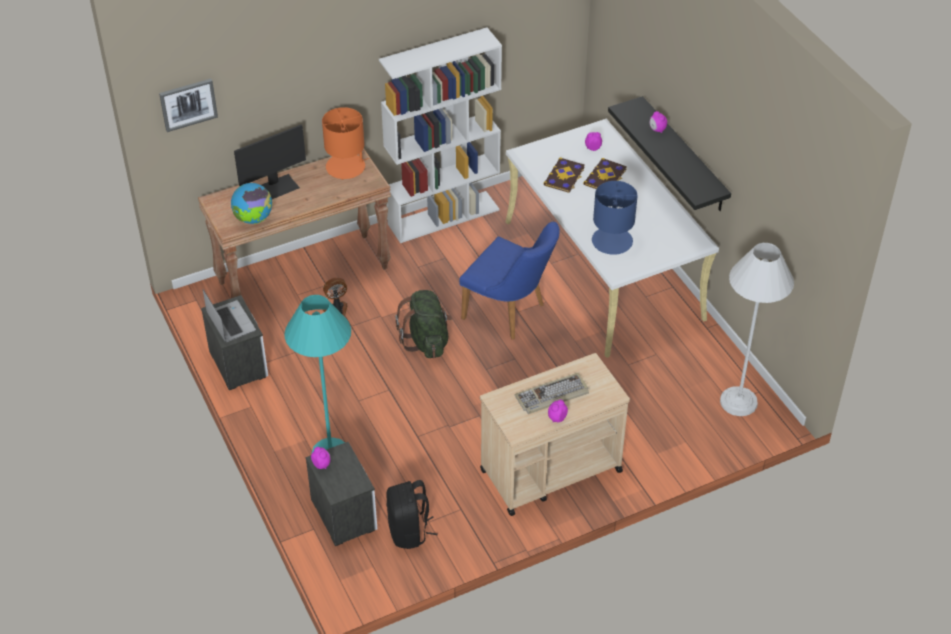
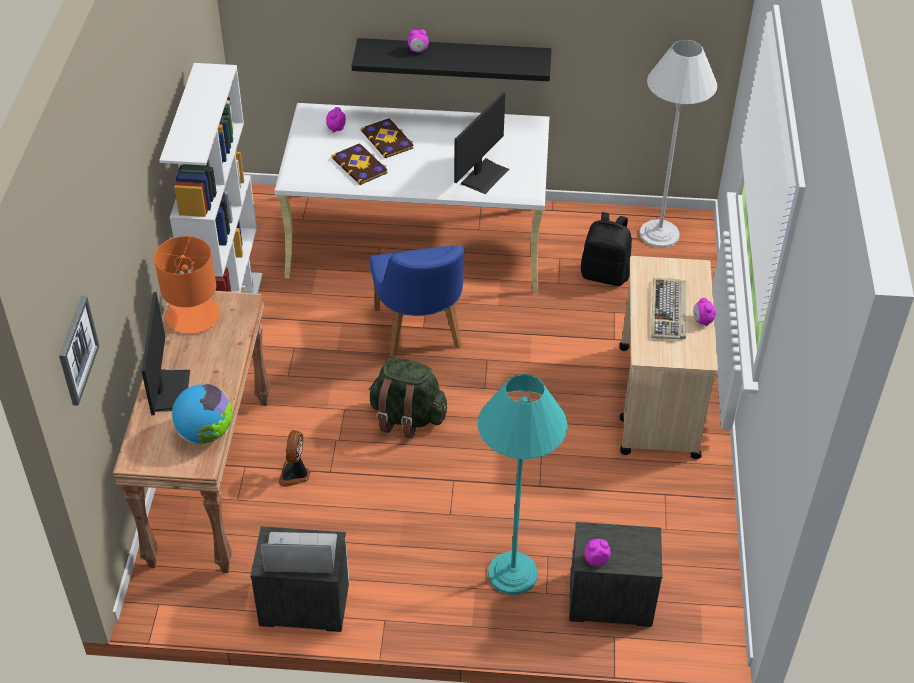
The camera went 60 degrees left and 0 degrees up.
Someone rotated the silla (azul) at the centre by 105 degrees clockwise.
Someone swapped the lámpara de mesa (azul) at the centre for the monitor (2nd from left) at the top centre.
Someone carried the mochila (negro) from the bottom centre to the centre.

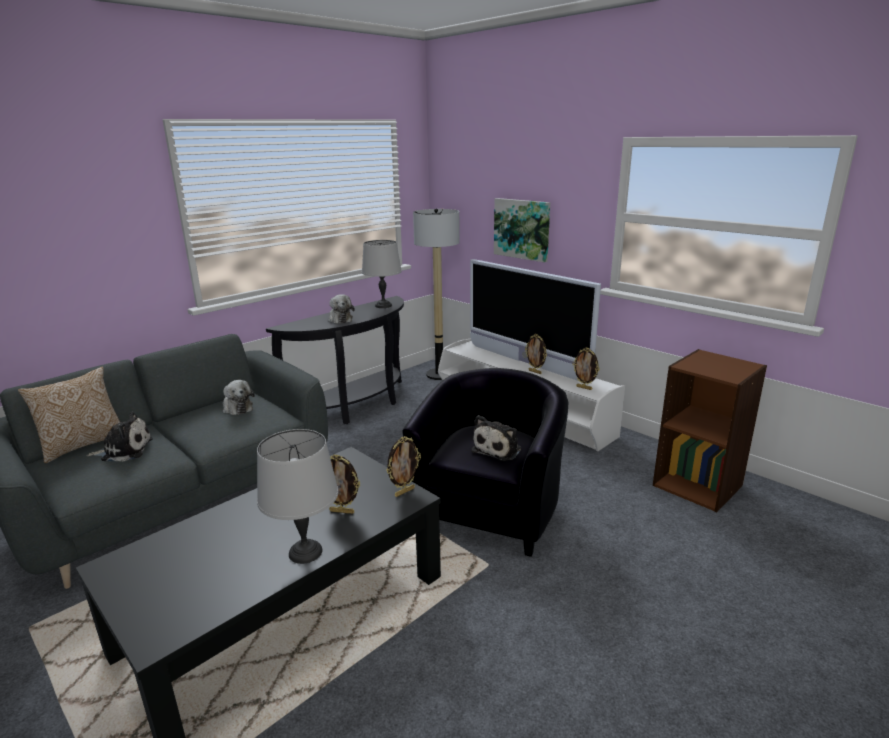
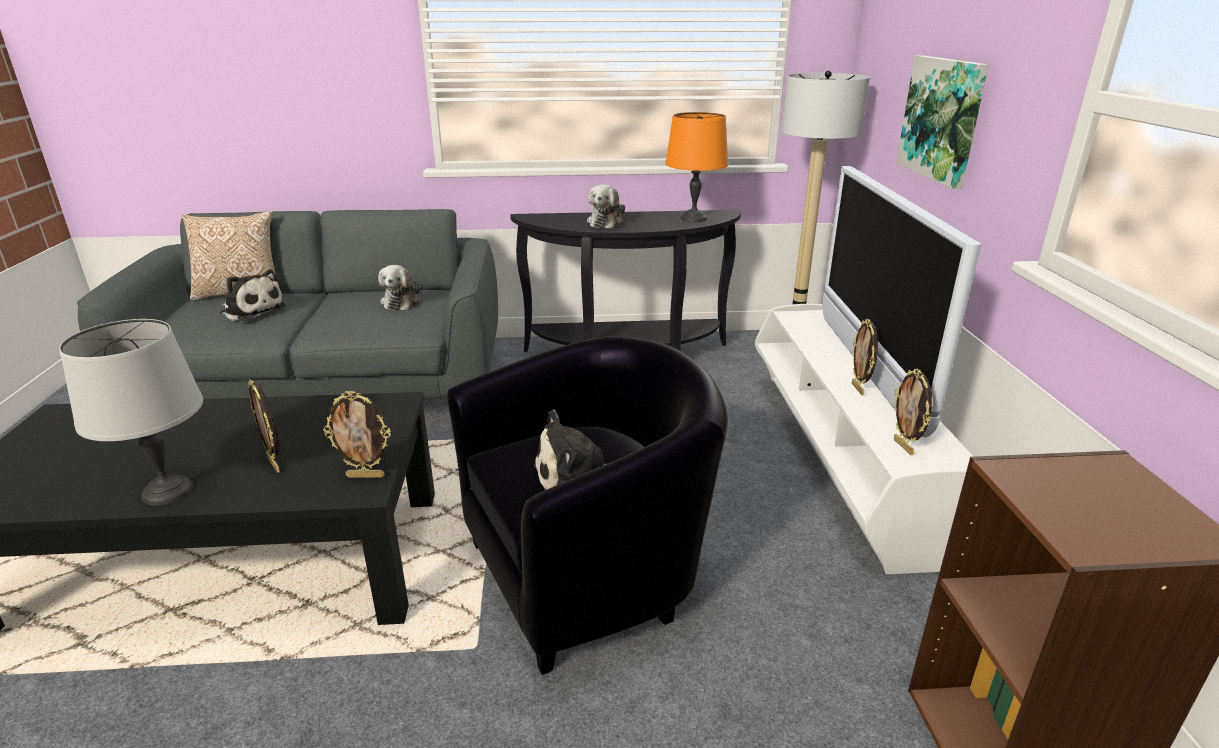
The camera went 40 degrees right and 5 degrees up.
Someone repainted the lámpara de mesa (gris) (2nd from left) at the centre, which became the lámpara de mesa (naranja) at the top centre.

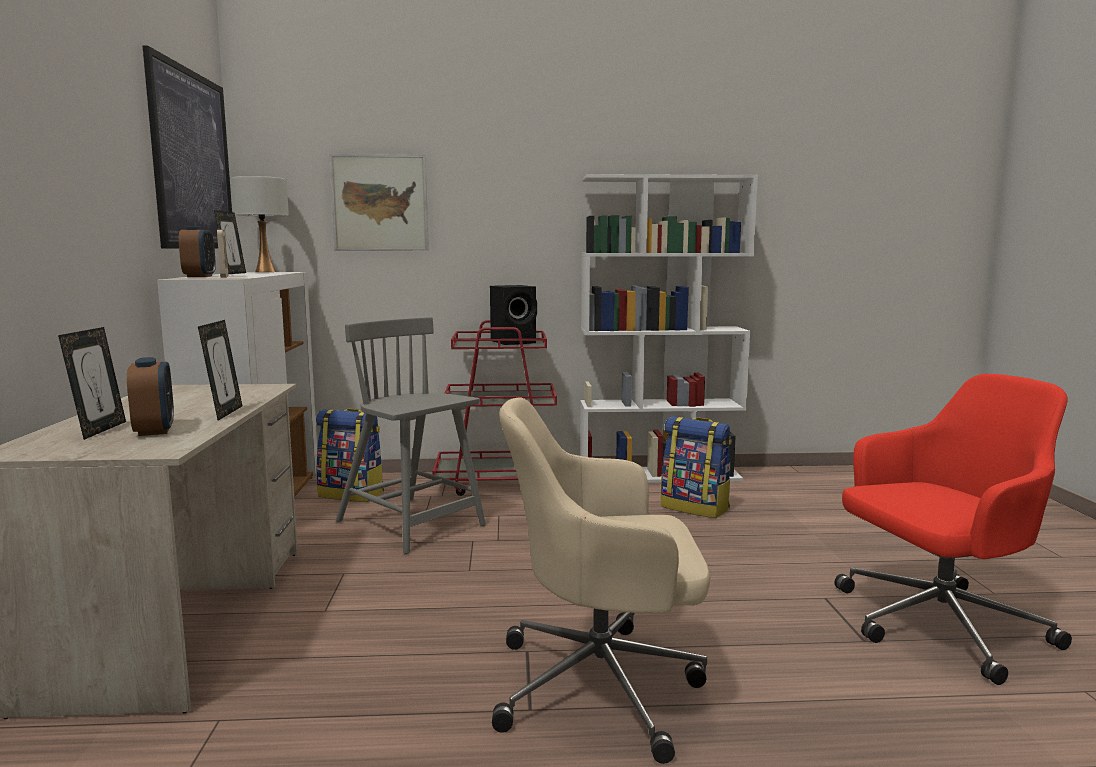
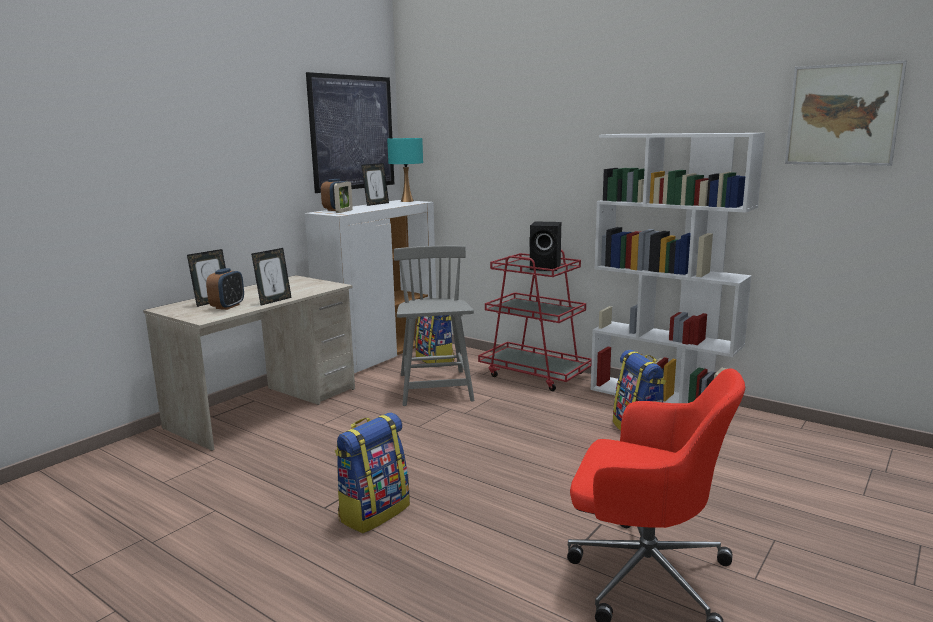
The camera went 40 degrees right and 5 degrees up.
Someone swapped the silla de oficina (beis) at the bottom centre for the mochila (1st from left) at the bottom centre.
Someone repainted the lámpara de mesa (blanco) at the top left, which became the lámpara de mesa (turquesa) at the top centre.
Someone carried the cuadro (2nd from left) from the top centre to the top right.

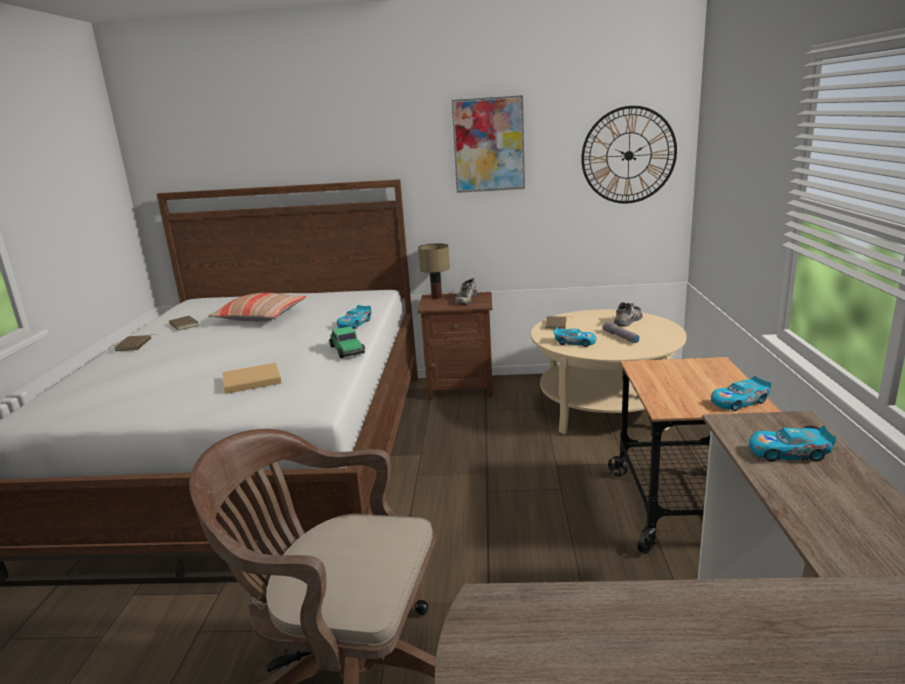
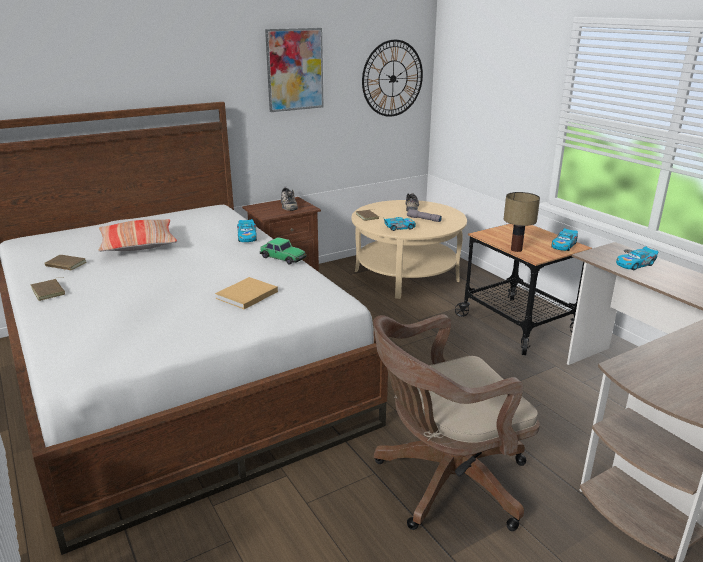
The camera went 35 degrees left and 5 degrees up.
Someone carried the lámpara de mesa from the centre to the middle right.

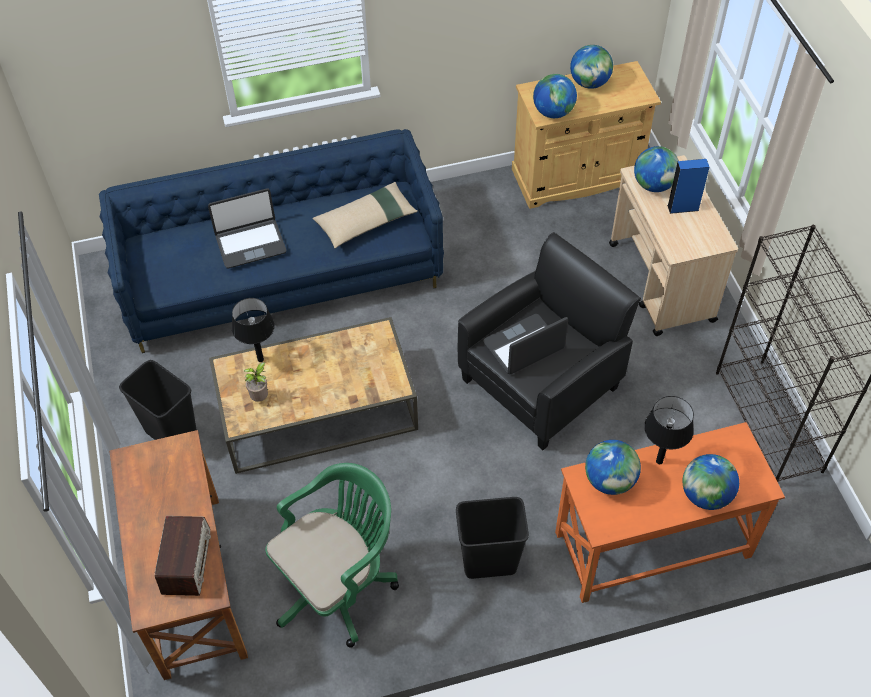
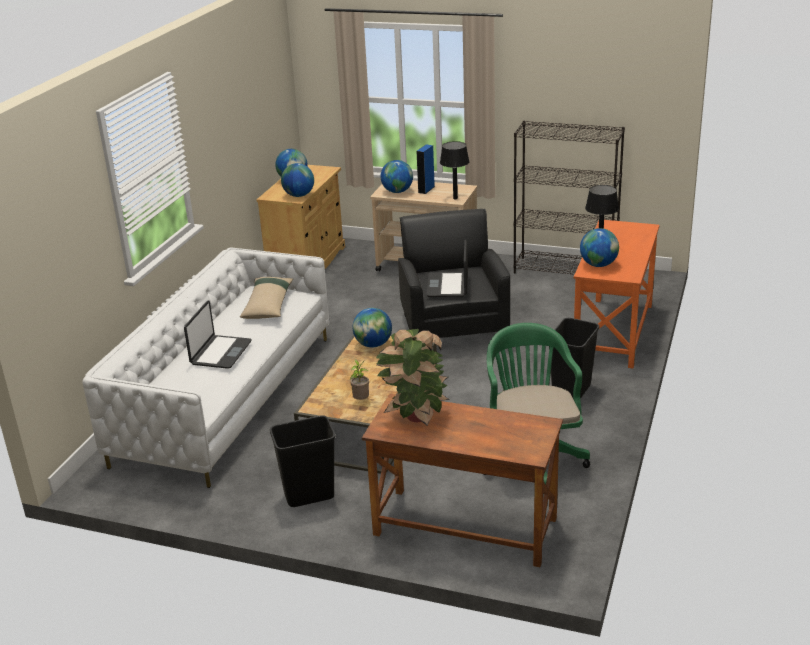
The camera went 55 degrees left and 25 degrees down.
Someone repainted the sofá (azul) at the middle left, which became the sofá (blanco) at the middle left.
Someone carried the globo terráqueo (5th from left in the first image) from the bottom right to the centre.
Someone put down the planta en maceta (2nd from left) at the centre.
Someone carried the lámpara de mesa (negro) (1st from left) from the middle left to the top centre.
Someone took away the radio at the bottom left.

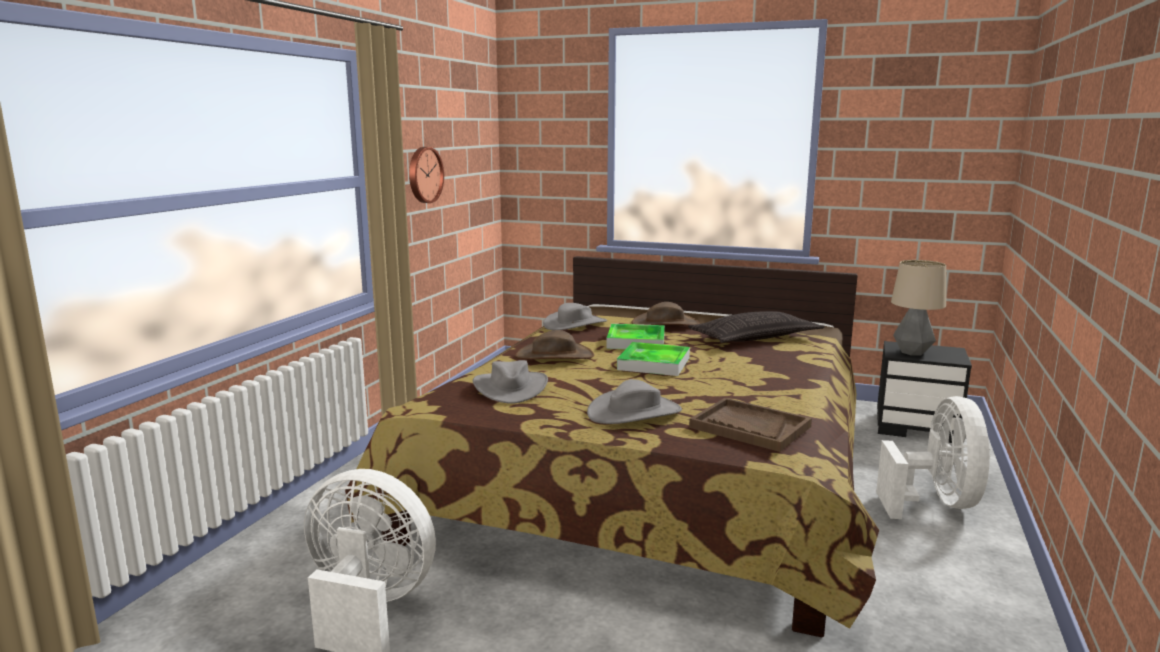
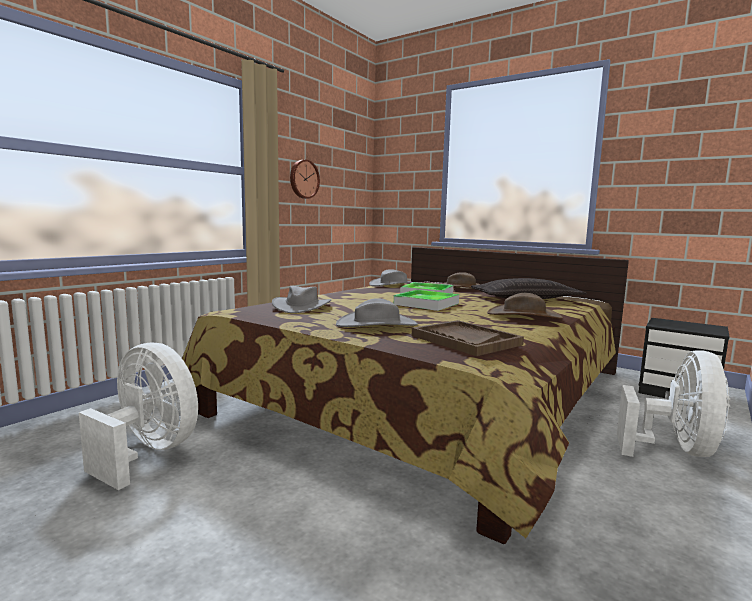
The camera went 15 degrees right and 5 degrees down.
Someone carried the sombrero (marrón) (1st from left in the first image) from the centre to the middle right.
Someone took away the lámpara de mesa at the middle right.

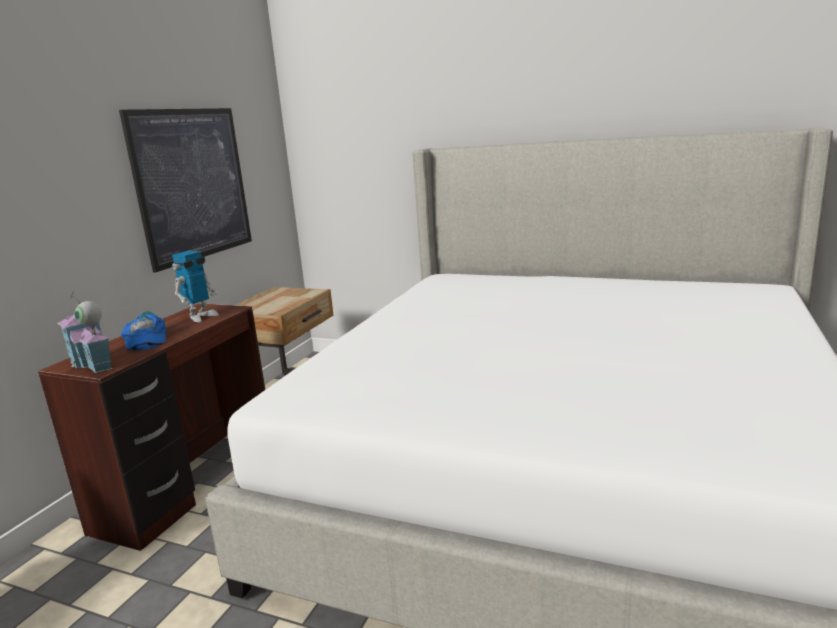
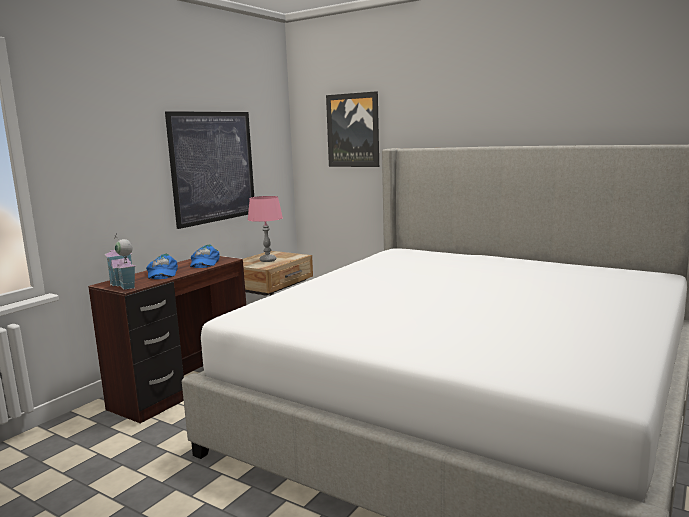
The camera went 10 degrees right and 5 degrees down.
Someone swapped the robot de juguete at the middle left for the gorra (azul) (2nd from left) at the middle left.
Someone put down the lámpara de mesa (rosa) at the centre.
Someone put up the cuadro (2nd from left) at the top centre.

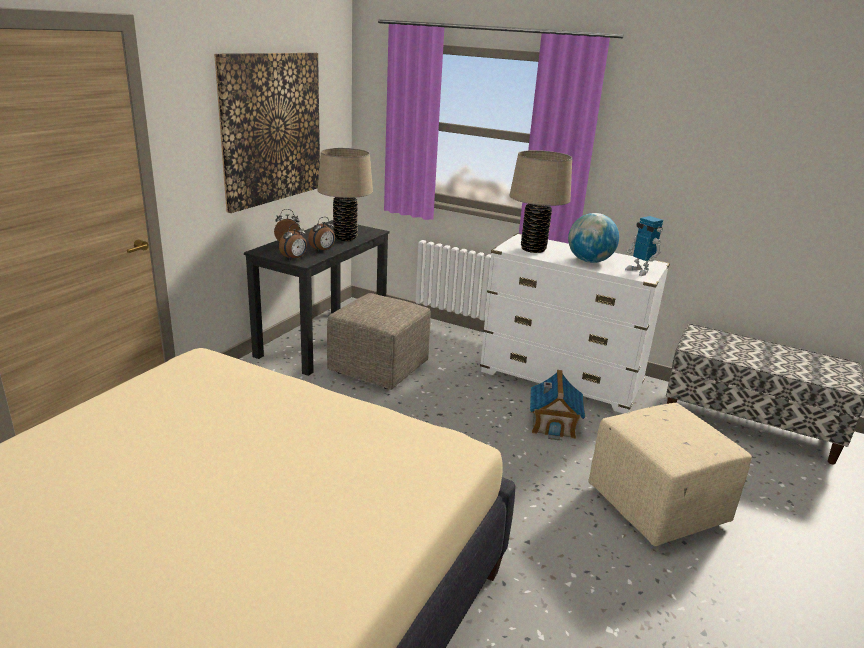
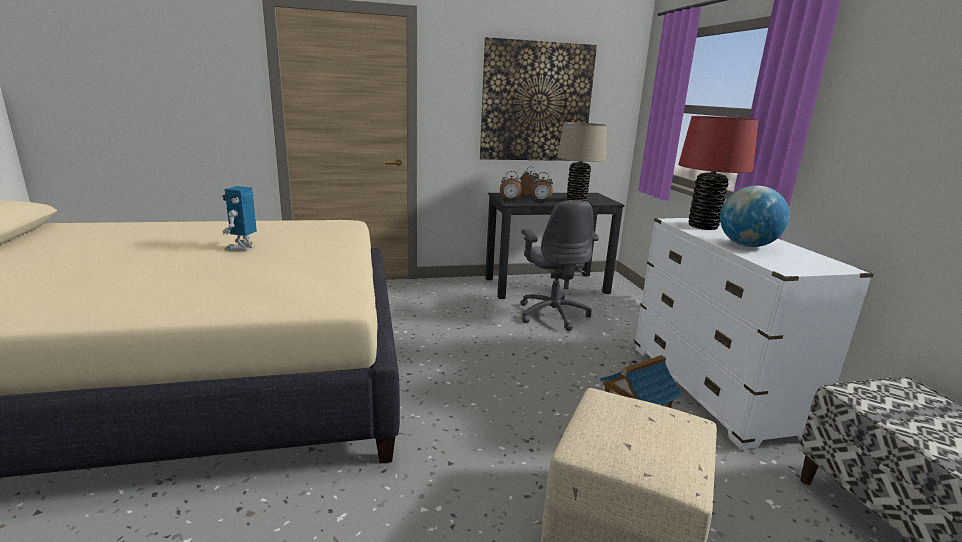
The camera went 50 degrees right and 5 degrees down.
Someone carried the robot de juguete from the middle right to the middle left.
Someone swapped the puf (beis) (1st from left) at the centre for the silla de oficina (gris) at the centre.
Someone repainted the lámpara de mesa (beis) (2nd from left) at the top centre, which became the lámpara de mesa (rojo) at the top right.

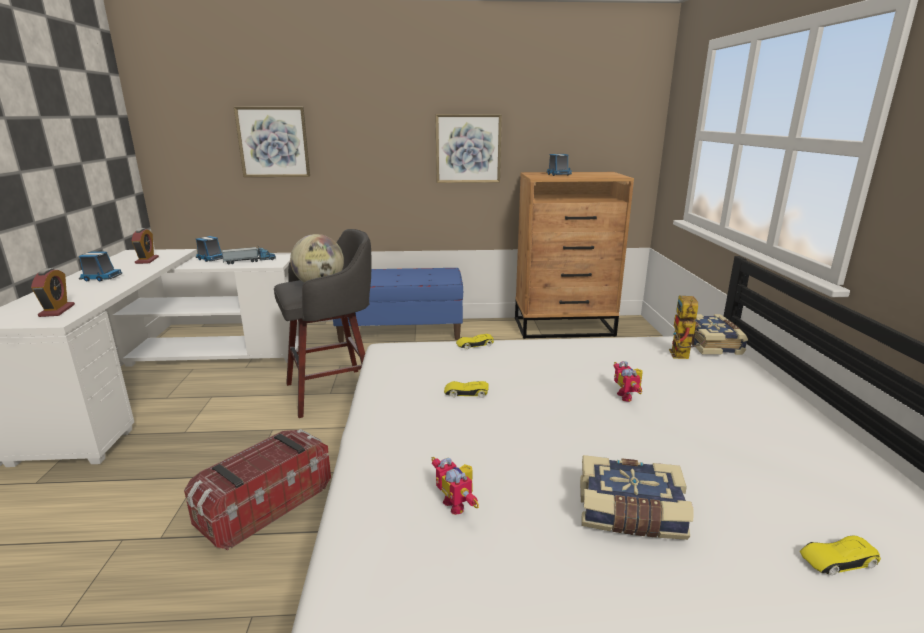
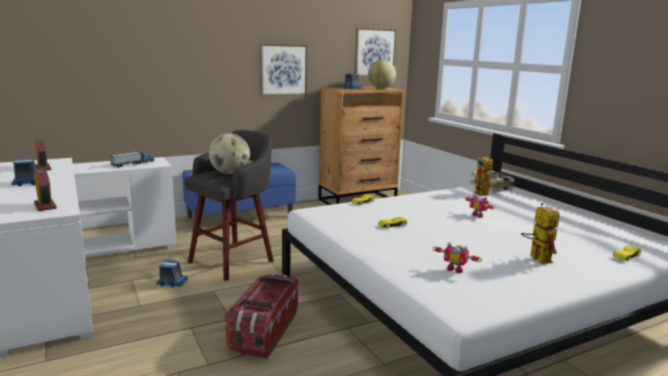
The camera went 25 degrees left and 5 degrees down.
Someone carried the camión de juguete (2nd from left in the first image) from the middle left to the bottom left.
Someone carried the cuadro (1st from left in the first image) from the top left to the top centre.
Someone put down the globo terráqueo (2nd from left) at the top centre.
Someone swapped the libro (1st from left) at the bottom right for the robot de juguete (4th from left) at the middle right.

